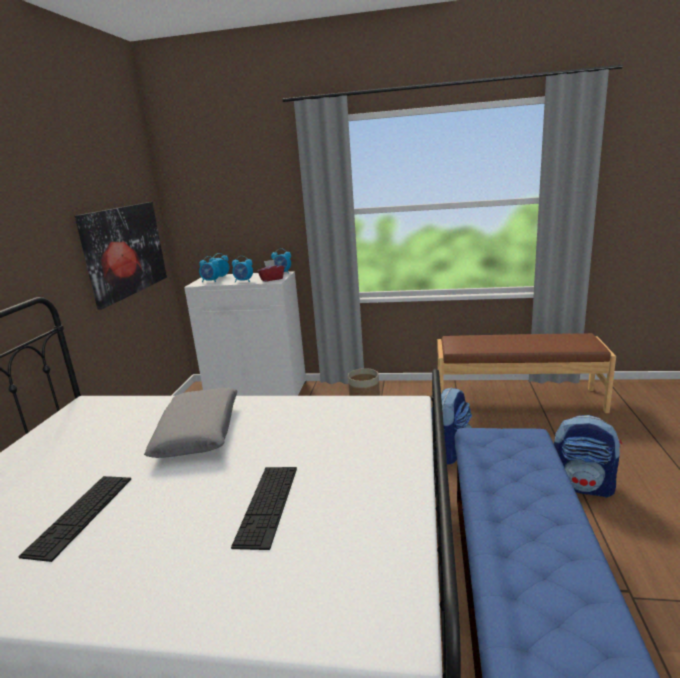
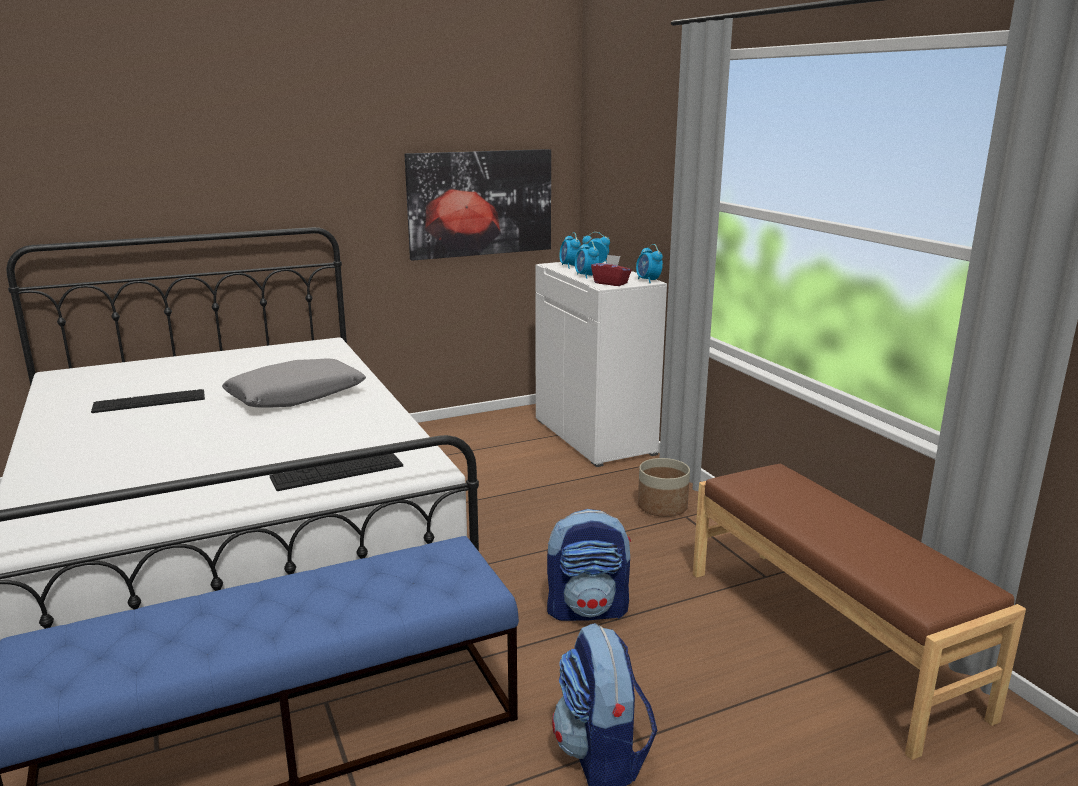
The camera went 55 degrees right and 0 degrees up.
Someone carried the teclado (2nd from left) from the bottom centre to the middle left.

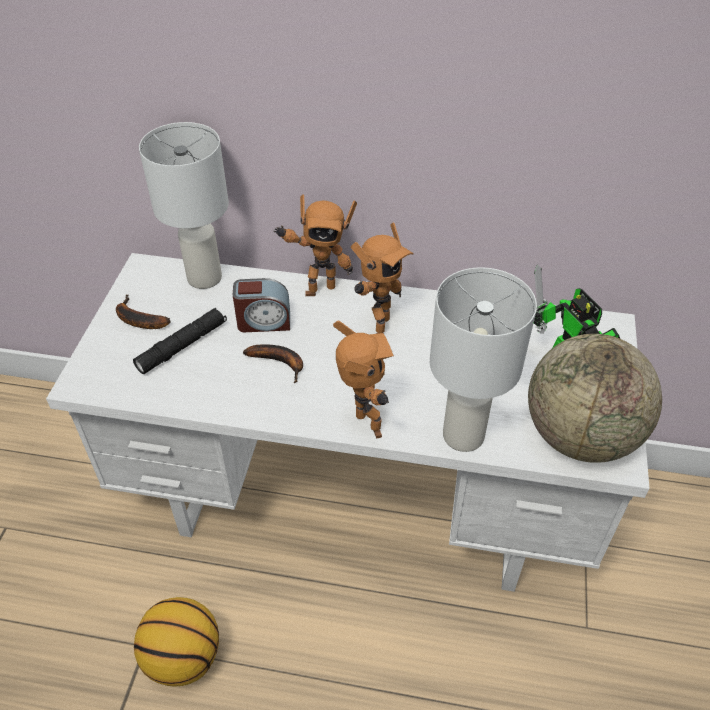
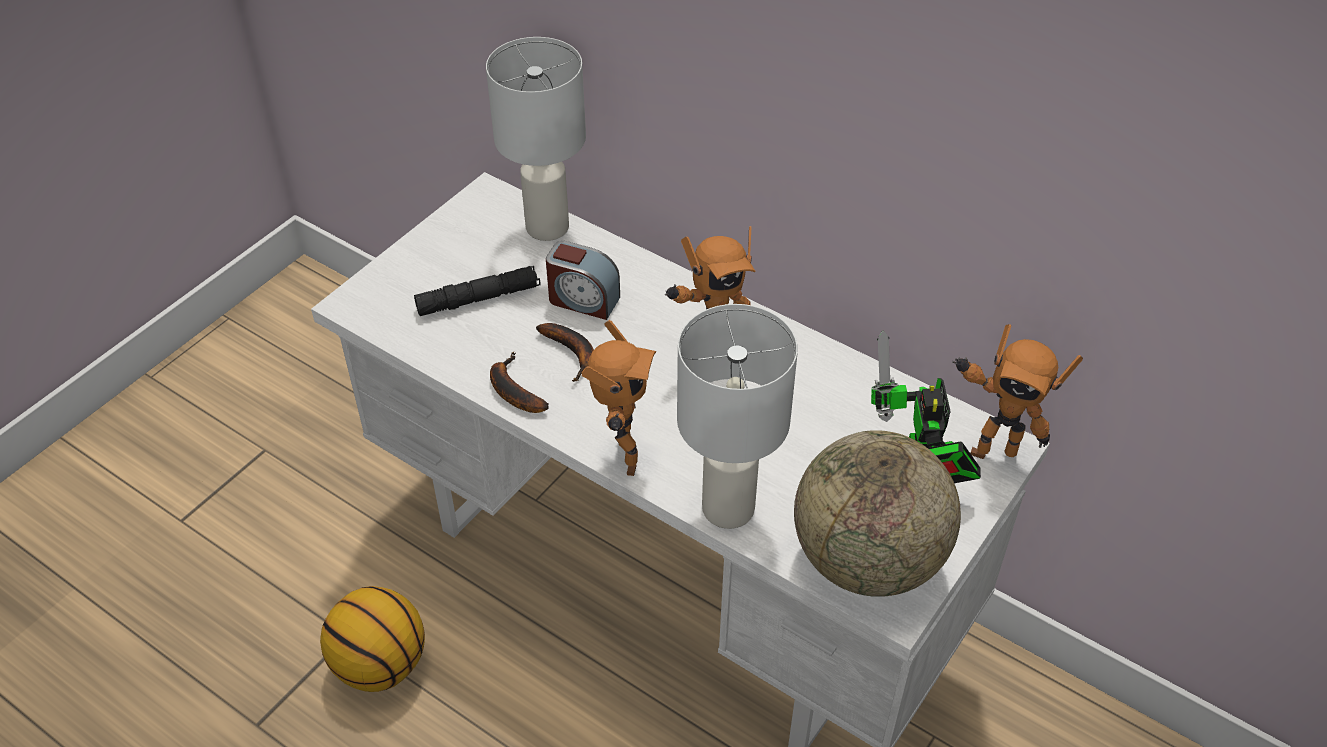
The camera went 25 degrees right and 0 degrees up.
Someone carried the plátano (1st from left) from the middle left to the centre.
Someone carried the robot de juguete (1st from left in the first image) from the centre to the middle right.

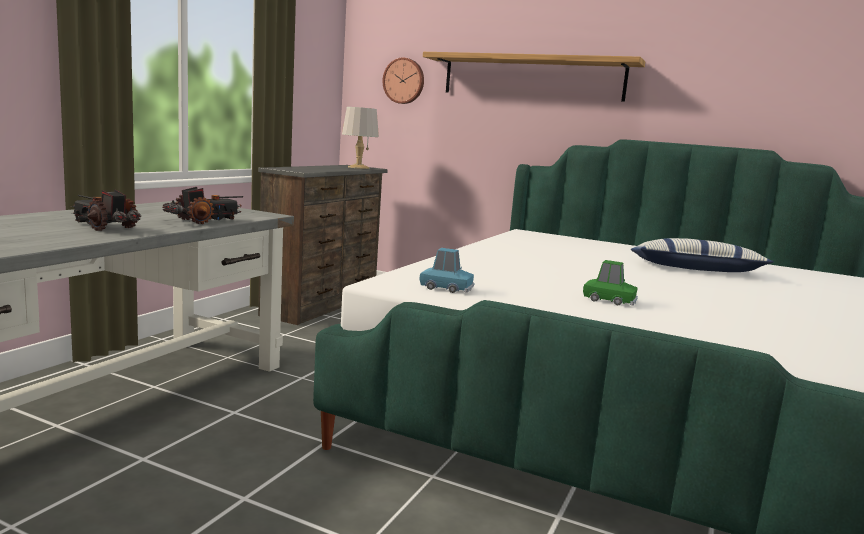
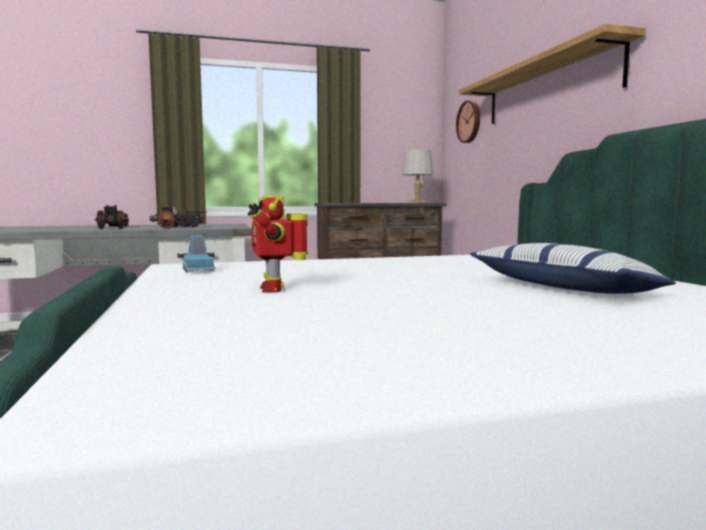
The camera went 50 degrees right and 5 degrees down.
Someone swapped the coche de juguete (verde) at the middle right for the robot de juguete at the centre.

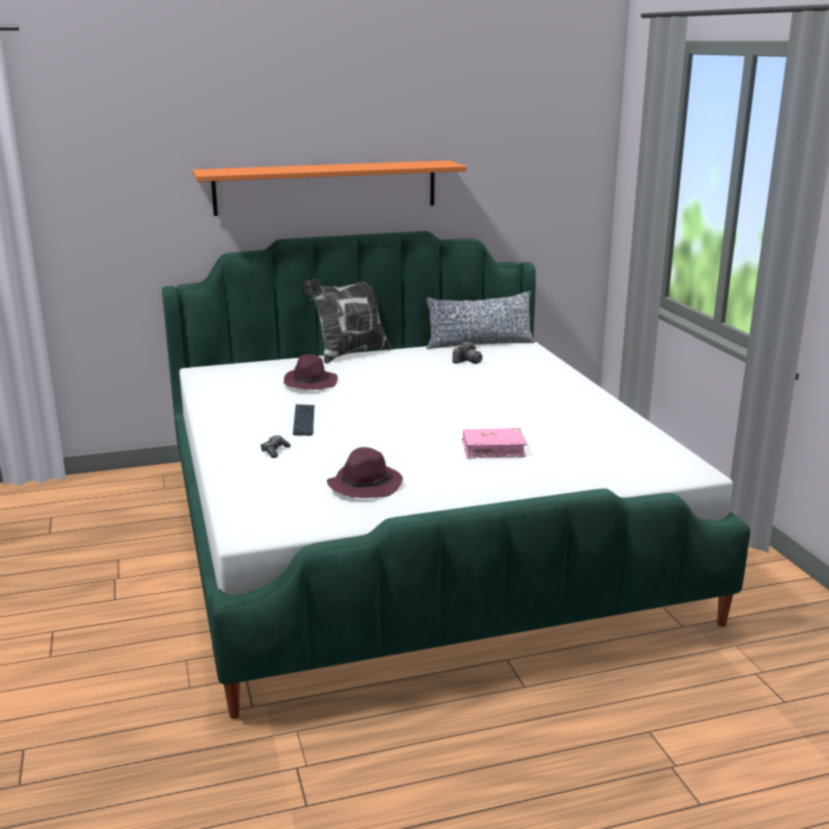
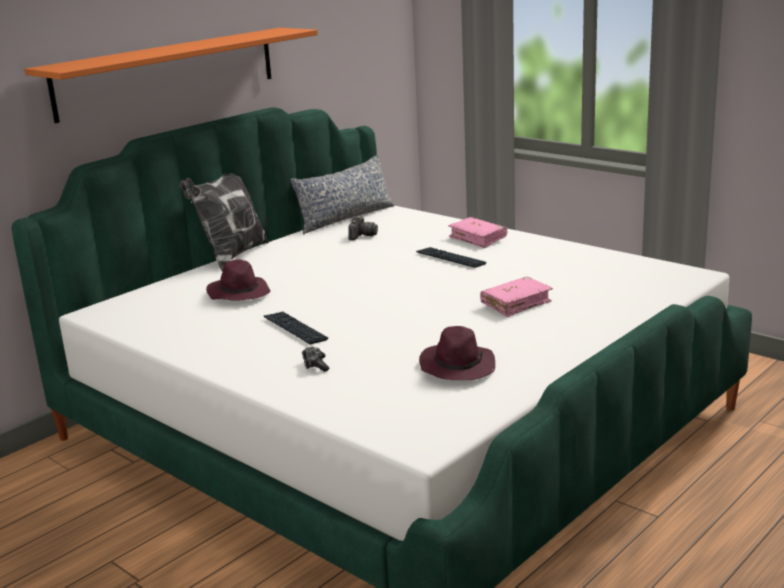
The camera went 30 degrees left and 0 degrees up.
Someone put down the teclado (2nd from left) at the centre.
Someone put down the libro (rosa) (1st from left) at the centre.

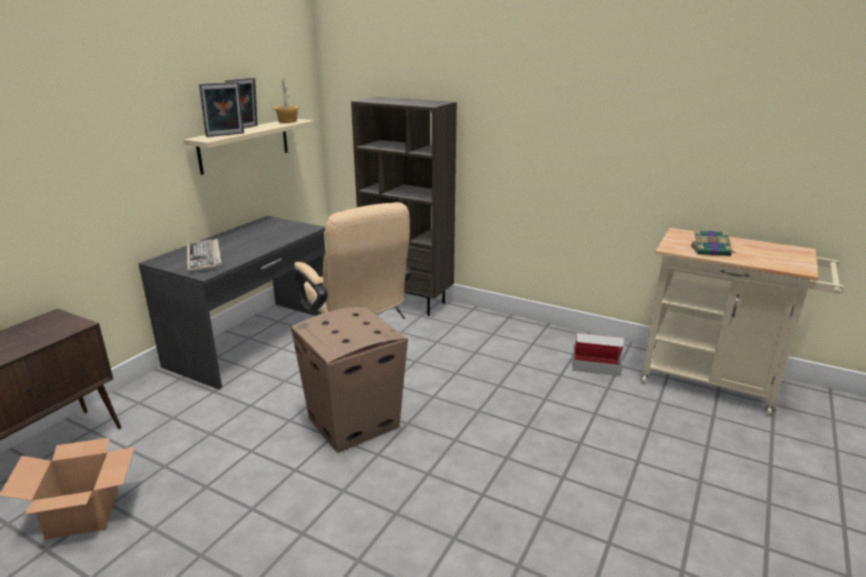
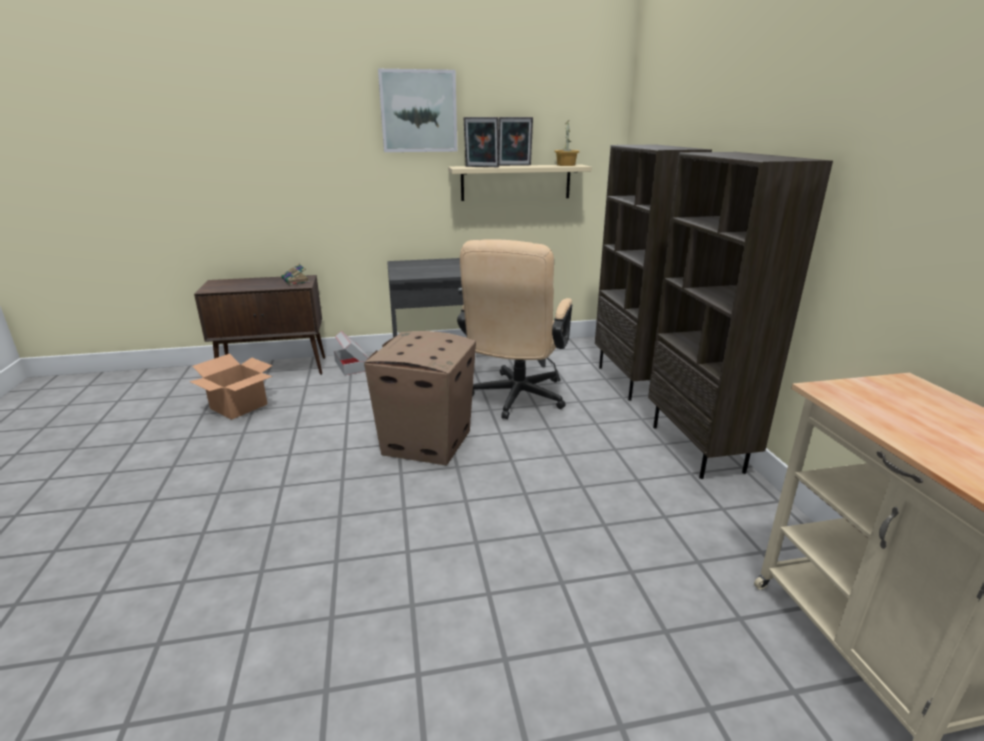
The camera went 50 degrees right and 0 degrees up.
Someone carried the libro from the middle right to the middle left.
Someone carried the caja de cartón (3rd from left in the first image) from the middle right to the centre.
Someone put up the cuadro at the top centre.
Someone put down the estantería (marrón) (2nd from left) at the middle right.
Someone took away the teclado at the middle left.

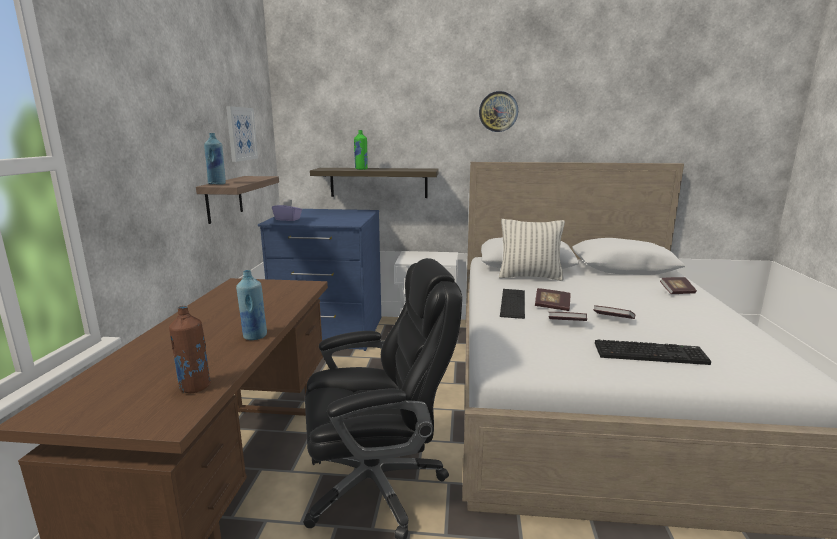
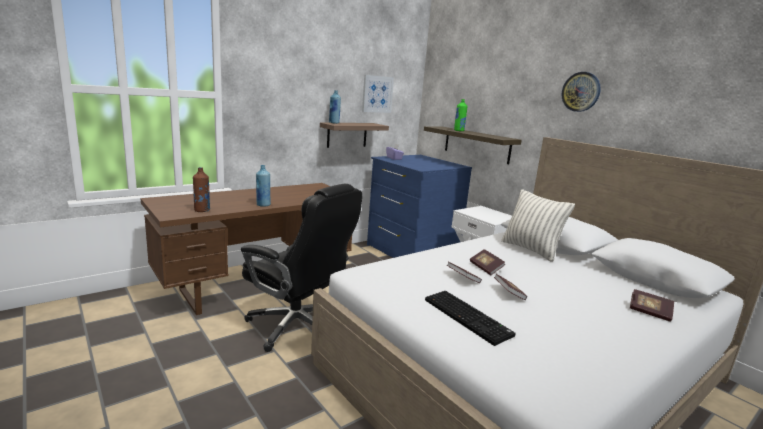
The camera went 45 degrees right and 0 degrees up.
Someone took away the teclado (1st from left) at the centre.

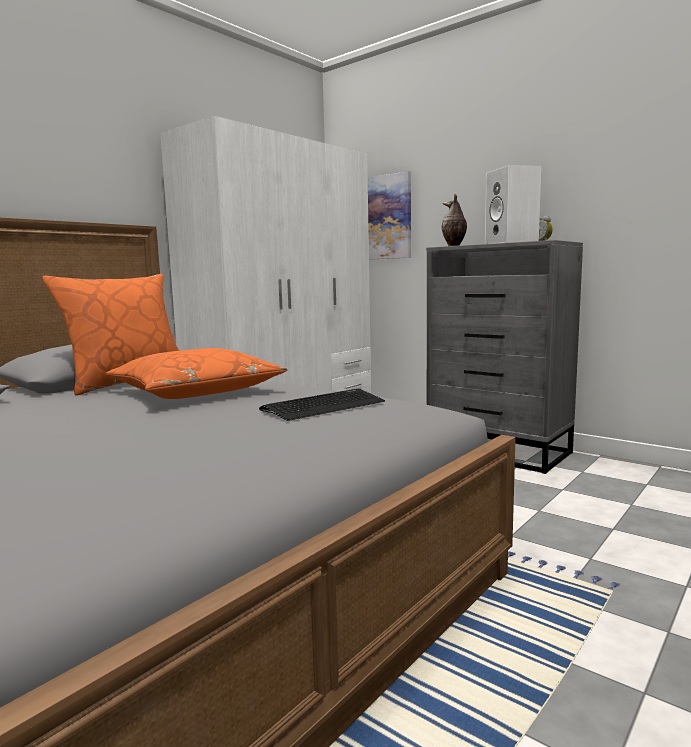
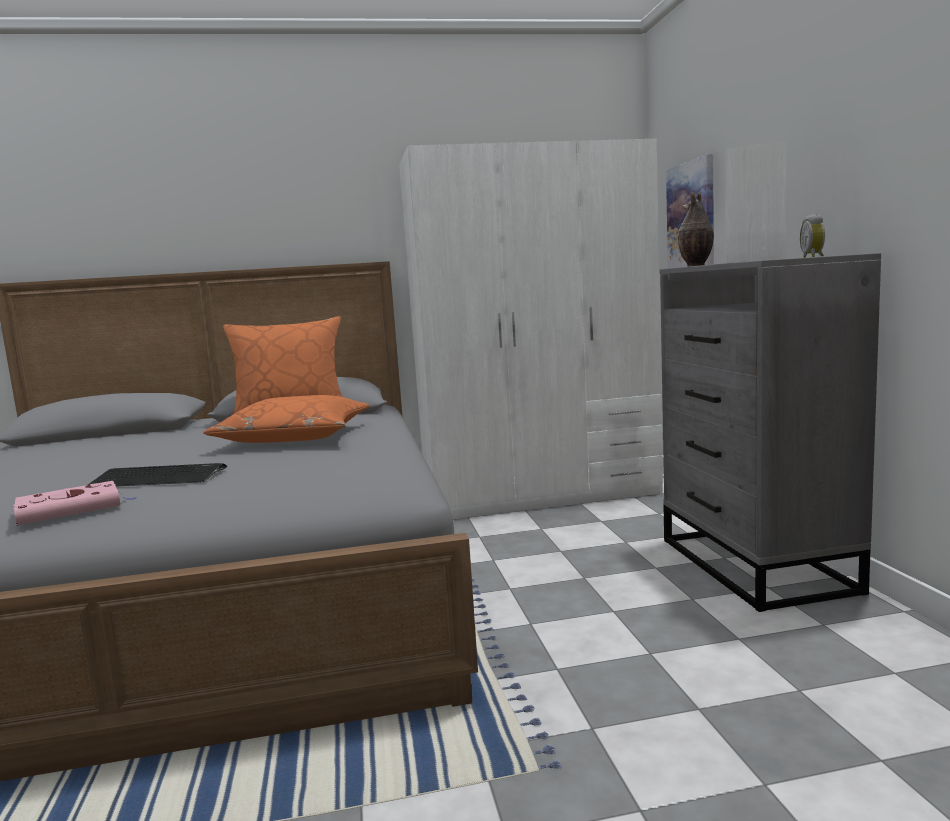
The camera went 40 degrees right and 0 degrees up.
Someone put down the libro (rosa) at the middle left.
Someone carried the teclado from the centre to the middle left.

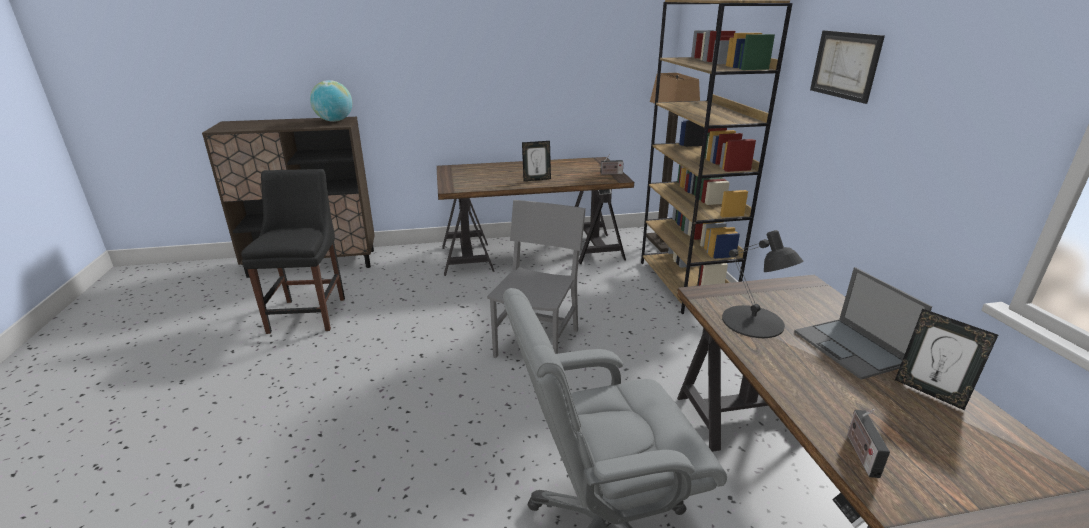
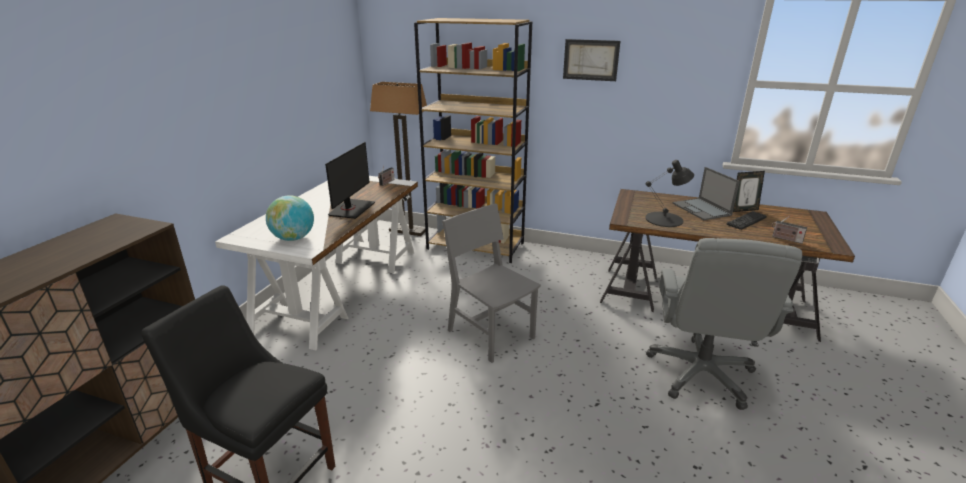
The camera went 60 degrees left and 0 degrees up.
Someone repainted the escritorio (marrón) (1st from left) at the centre, which became the escritorio (blanco) at the middle left.
Someone carried the globo terráqueo from the top left to the middle left.
Someone swapped the portarretratos (1st from left) at the top centre for the monitor at the centre.
Someone rotated the portátil at the middle right by 60 degrees clockwise.
Someone put down the teclado at the middle right.

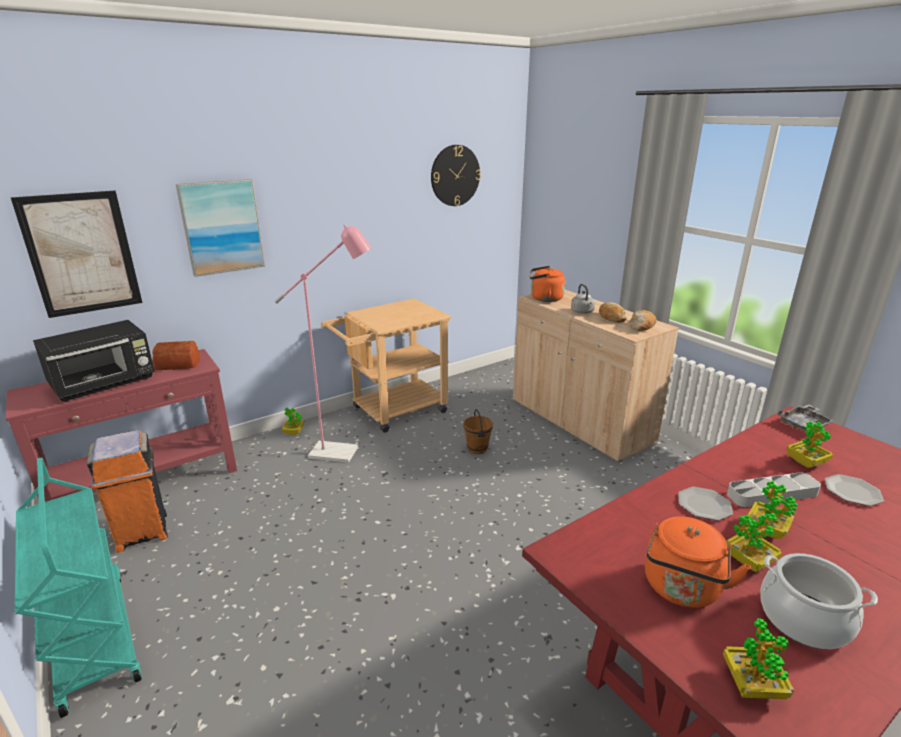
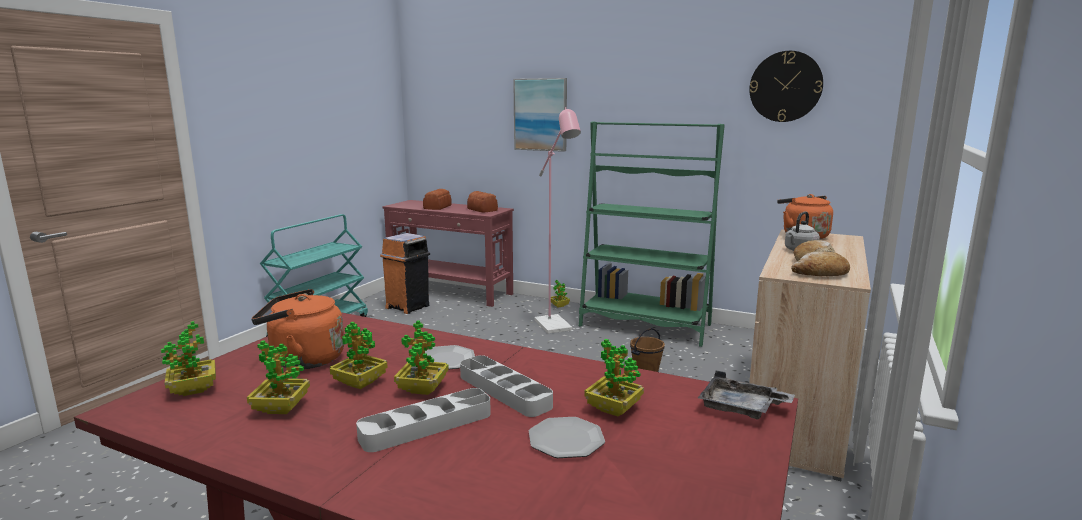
The camera went 60 degrees right and 10 degrees down.
Someone swapped the olla at the bottom right for the planta en maceta (2nd from left) at the bottom left.
Someone put down the bandeja (gris) (1st from left) at the bottom centre.
Someone swapped the microondas (negro) at the middle left for the pan (1st from left) at the centre.
Someone swapped the carrito (beis) at the centre for the estantería (verde) at the centre.
Someone took away the cuadro (1st from left) at the middle left.

